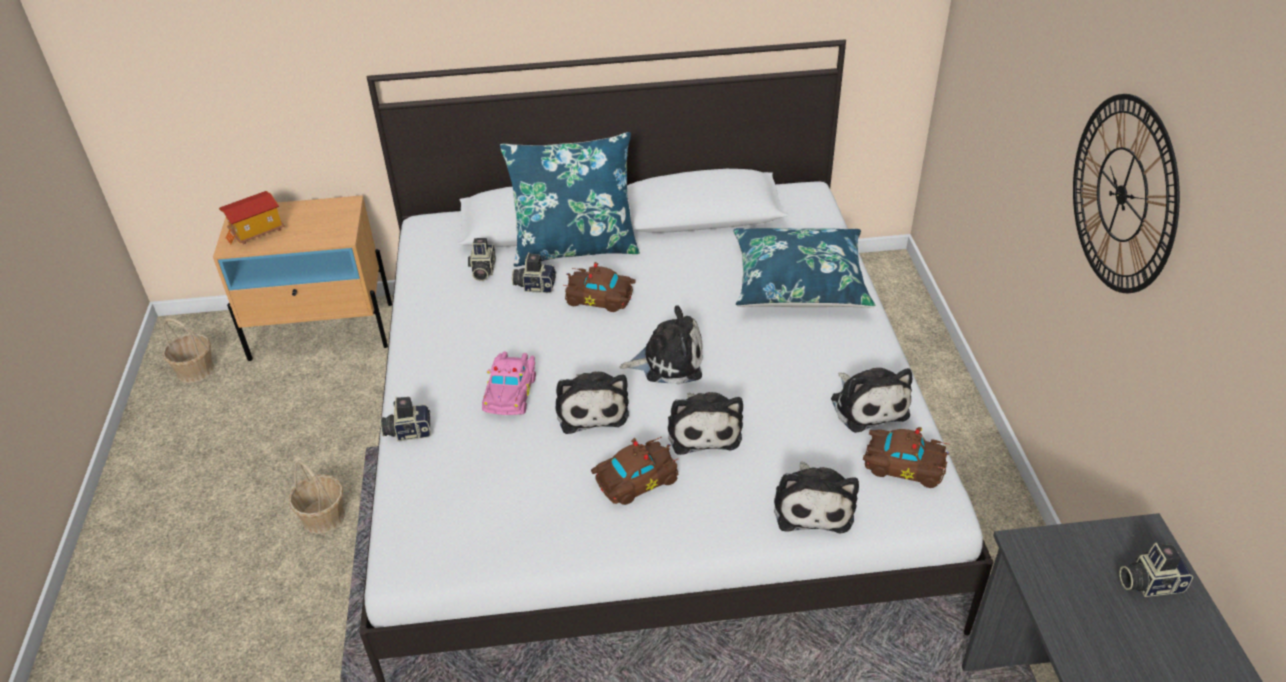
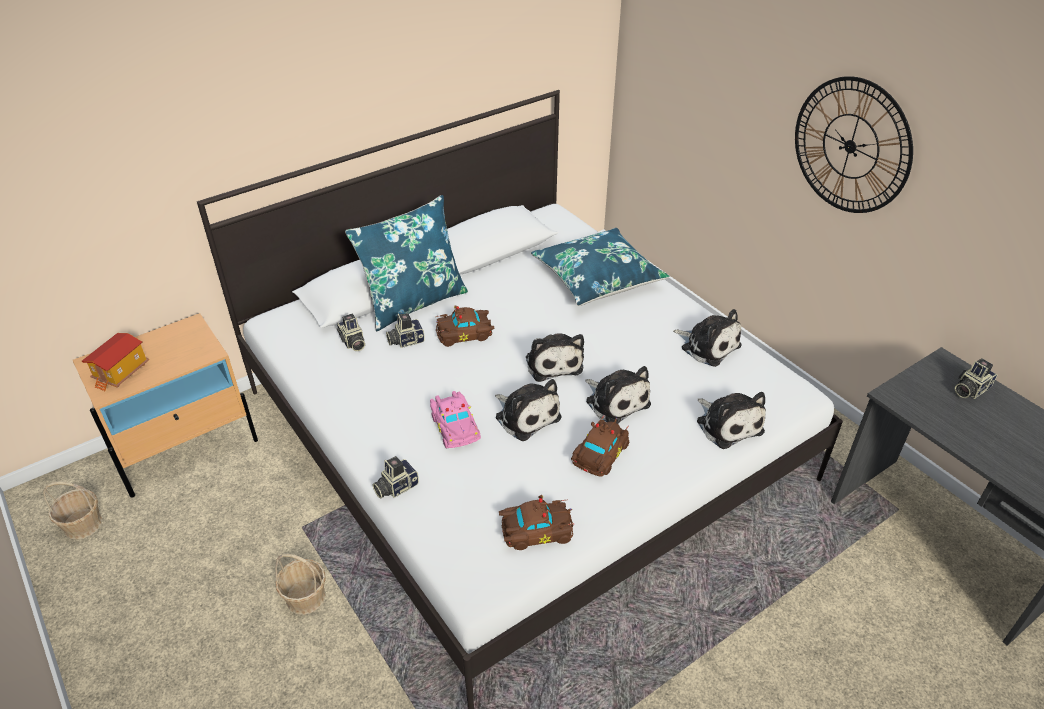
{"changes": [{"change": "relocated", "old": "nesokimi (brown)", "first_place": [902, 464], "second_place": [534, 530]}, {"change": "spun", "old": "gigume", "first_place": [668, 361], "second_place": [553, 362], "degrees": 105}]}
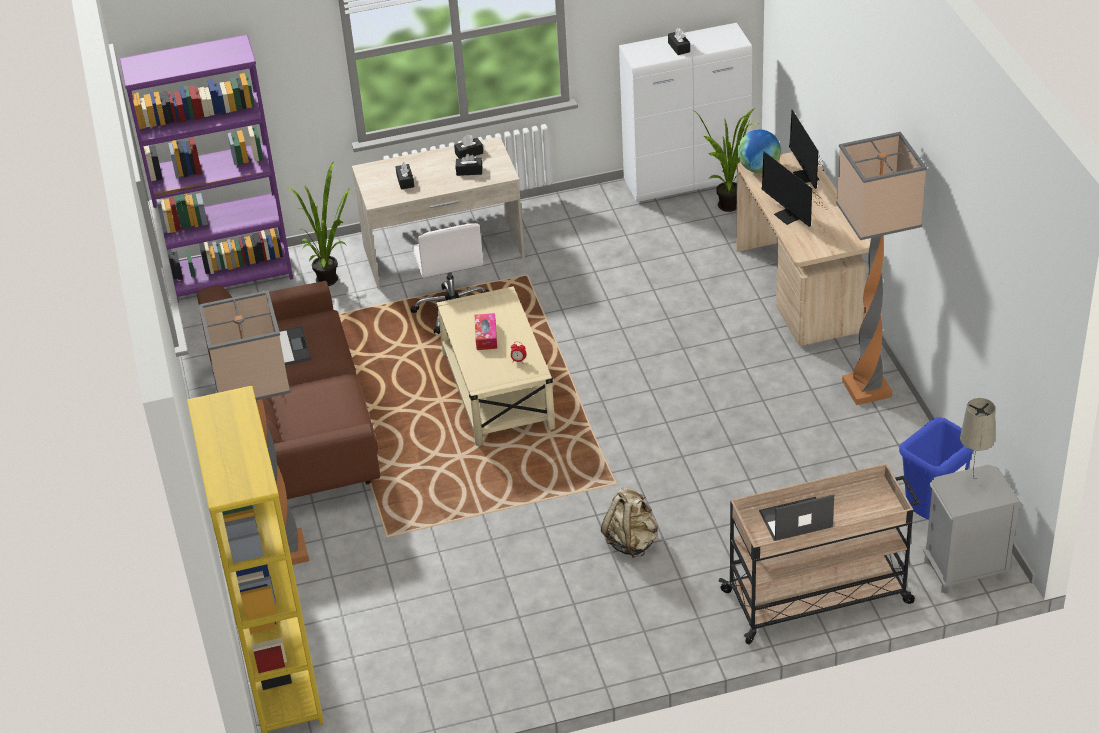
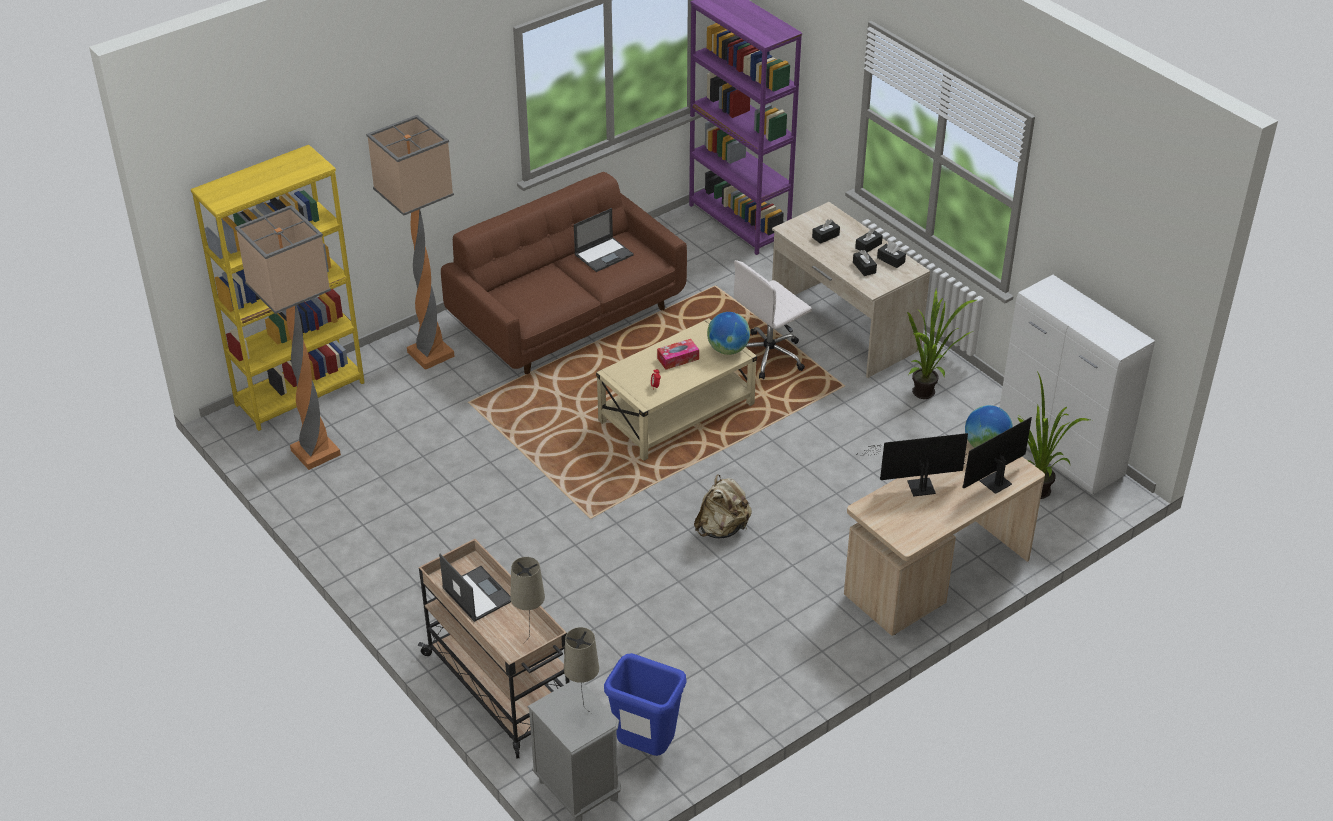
{"changes": [{"change": "appeared", "new": "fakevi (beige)", "second_place": [530, 639]}, {"change": "appeared", "new": "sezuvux", "second_place": [727, 349]}, {"change": "relocated", "old": "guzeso", "first_place": [332, 278], "second_place": [928, 395]}, {"change": "relocated", "old": "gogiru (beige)", "first_place": [632, 541], "second_place": [722, 529]}, {"change": "relocated", "old": "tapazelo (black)", "first_place": [679, 47], "second_place": [868, 246]}, {"change": "relocated", "old": "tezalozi", "first_place": [868, 389], "second_place": [315, 454]}, {"change": "spun", "old": "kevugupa", "first_place": [790, 218], "second_place": [916, 487], "degrees": 45}]}
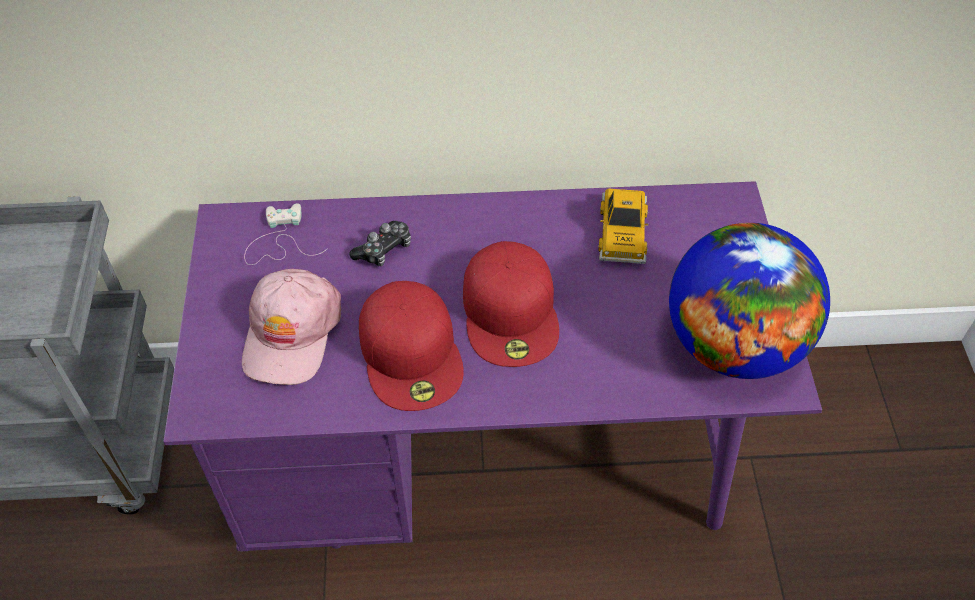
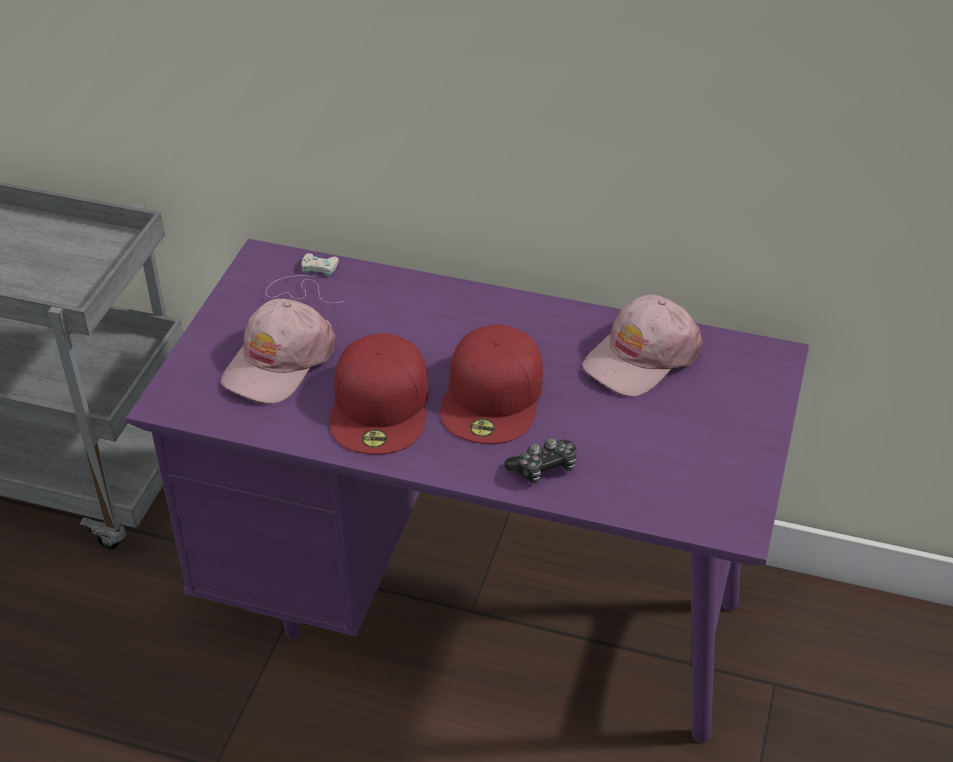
{"changes": [{"change": "missing", "old": "sezuvux", "first_place": [733, 345]}, {"change": "relocated", "old": "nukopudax", "first_place": [384, 249], "second_place": [544, 468]}, {"change": "exchanged", "old": "nesokimi", "new": "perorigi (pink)", "first_place": [622, 233], "second_place": [641, 356]}]}
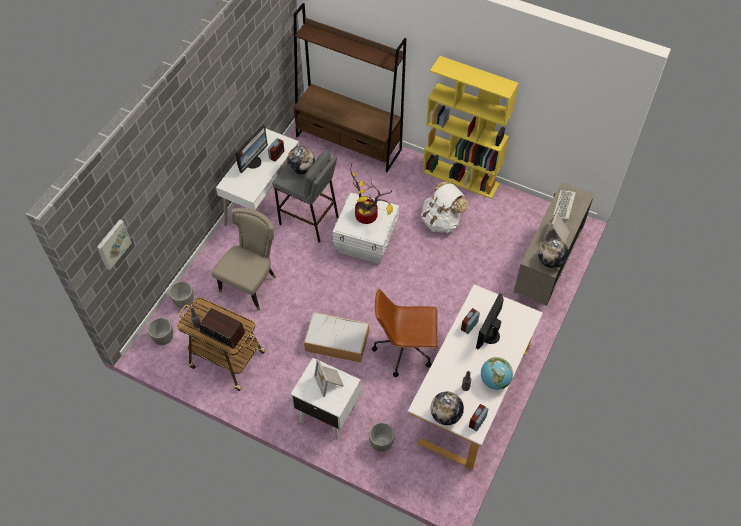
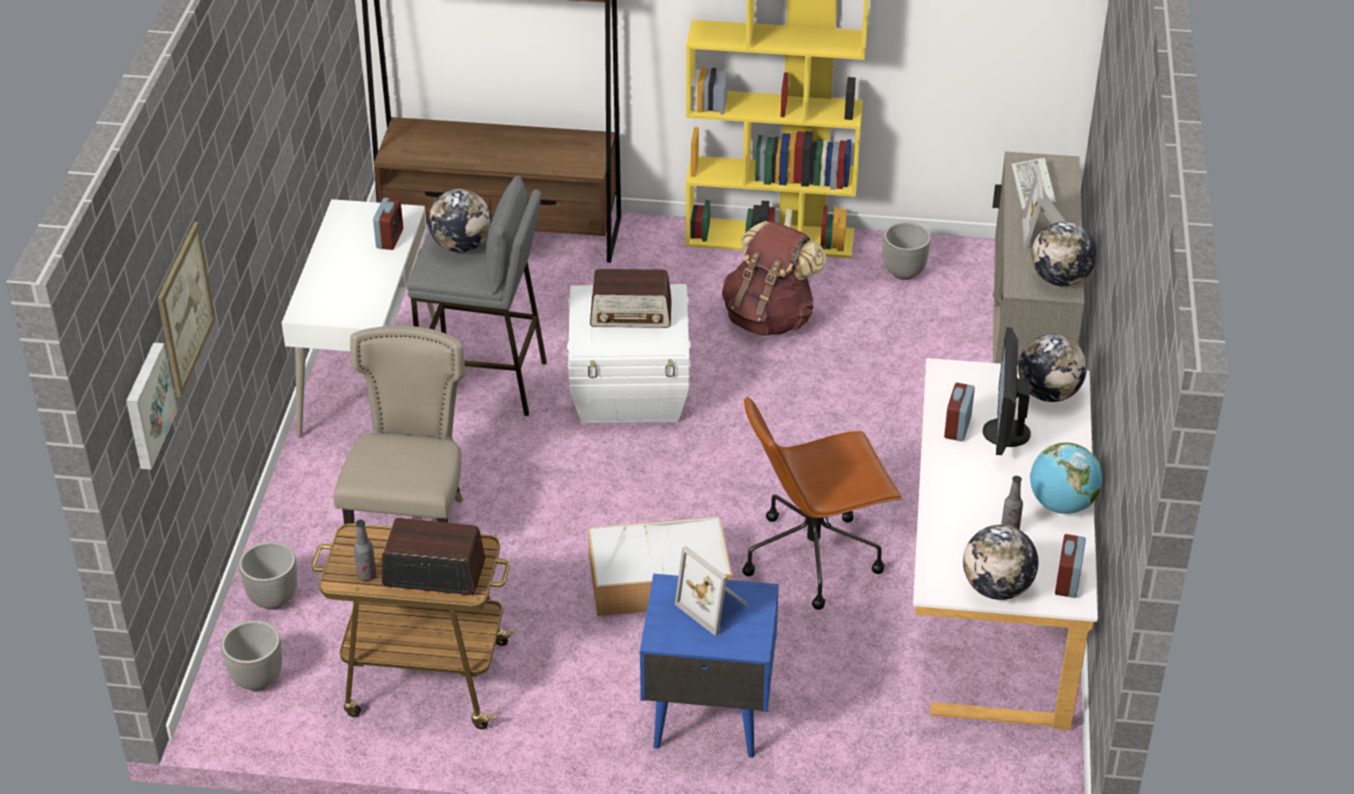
{"changes": [{"change": "missing", "old": "kevugupa", "first_place": [253, 162]}, {"change": "appeared", "new": "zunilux", "second_place": [185, 309]}, {"change": "appeared", "new": "sezuvux", "second_place": [1048, 393]}, {"change": "relocated", "old": "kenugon", "first_place": [381, 443], "second_place": [903, 272]}, {"change": "exchanged", "old": "guzeso", "new": "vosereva", "first_place": [368, 215], "second_place": [631, 314]}, {"change": "colour", "old": "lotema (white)", "new": "lotema (blue)", "first_place": [327, 413], "second_place": [706, 716]}, {"change": "colour", "old": "gogiru (white)", "new": "gogiru (brown)", "first_place": [441, 221], "second_place": [770, 318]}]}
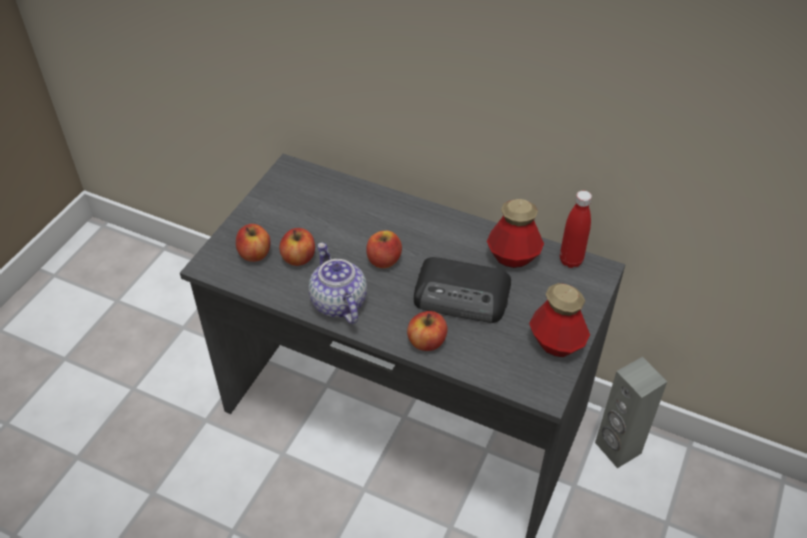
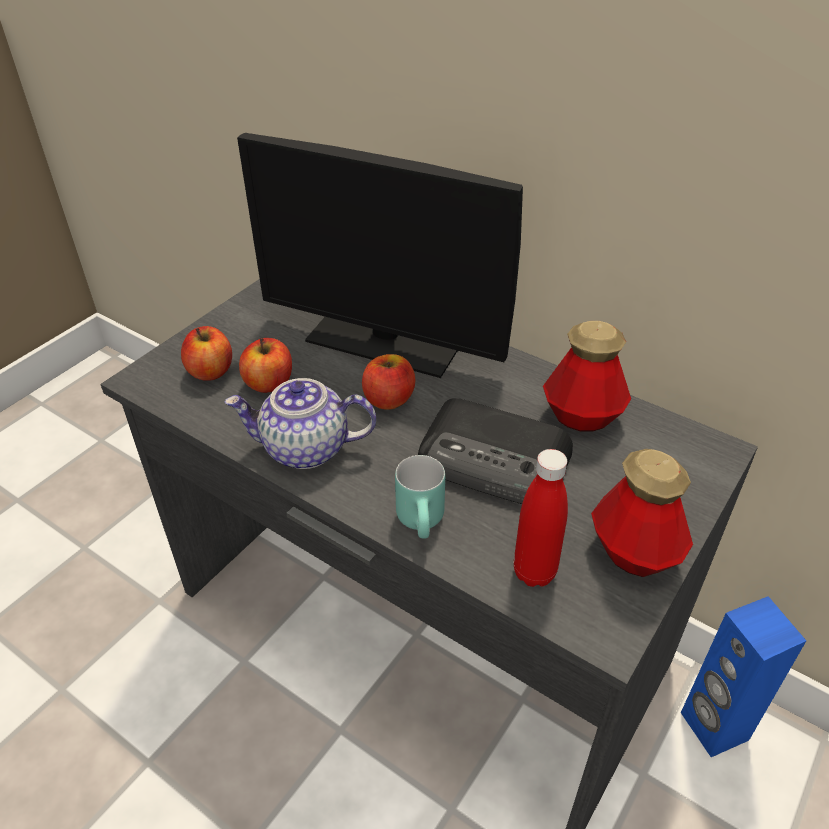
{"changes": [{"change": "appeared", "new": "kevugupa", "second_place": [385, 340]}, {"change": "relocated", "old": "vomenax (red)", "first_place": [570, 260], "second_place": [534, 572]}, {"change": "exchanged", "old": "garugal", "new": "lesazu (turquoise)", "first_place": [427, 342], "second_place": [424, 523]}, {"change": "colour", "old": "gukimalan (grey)", "new": "gukimalan (blue)", "first_place": [617, 448], "second_place": [713, 726]}, {"change": "spun", "old": "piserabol", "first_place": [337, 302], "second_place": [305, 449], "degrees": -75}]}
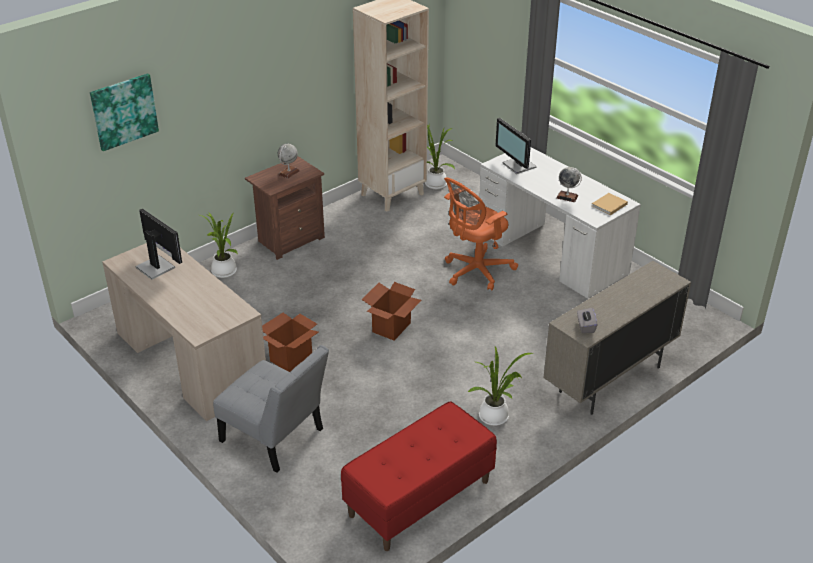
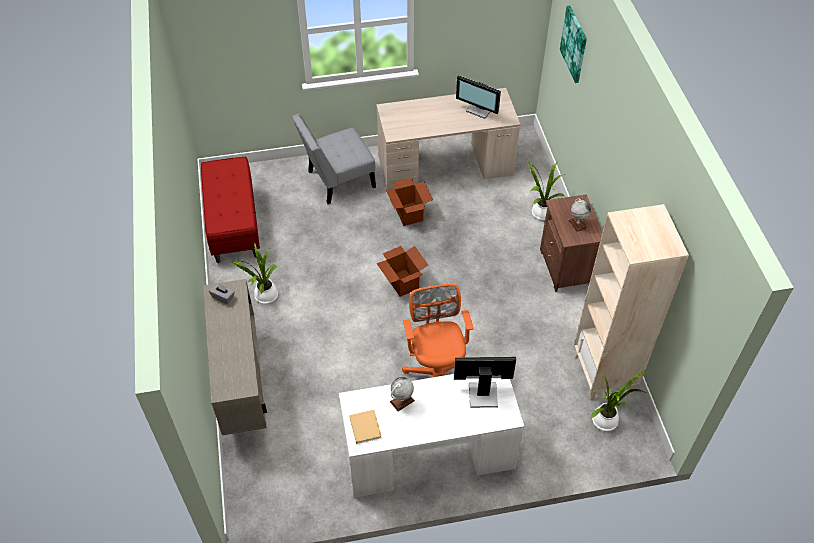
{"changes": [{"change": "spun", "old": "kevugupa", "first_place": [156, 266], "second_place": [480, 110], "degrees": 45}]}
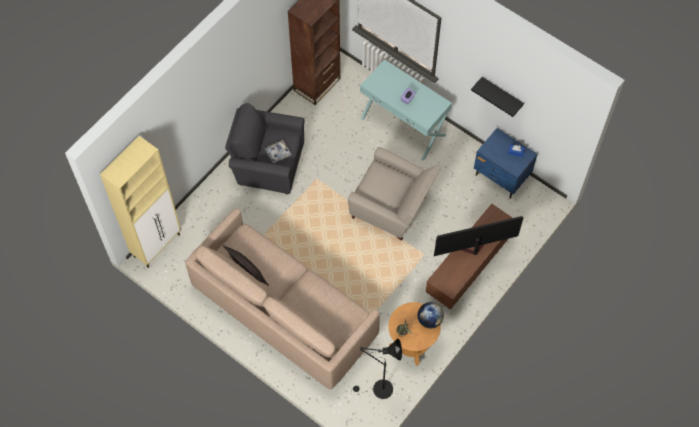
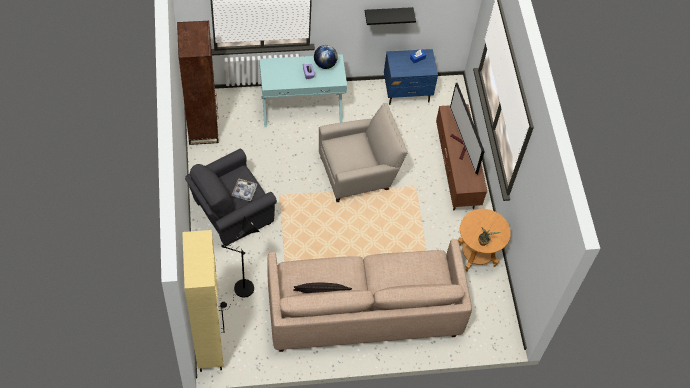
{"changes": [{"change": "relocated", "old": "tezalozi (black)", "first_place": [378, 390], "second_place": [241, 291]}, {"change": "relocated", "old": "sezuvux", "first_place": [429, 320], "second_place": [325, 64]}, {"change": "spun", "old": "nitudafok", "first_place": [472, 249], "second_place": [462, 146], "degrees": -45}]}
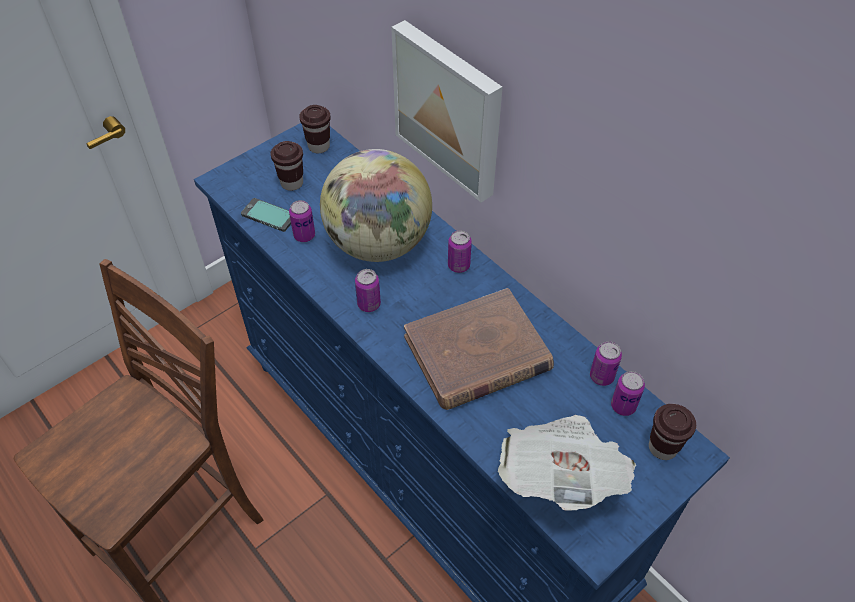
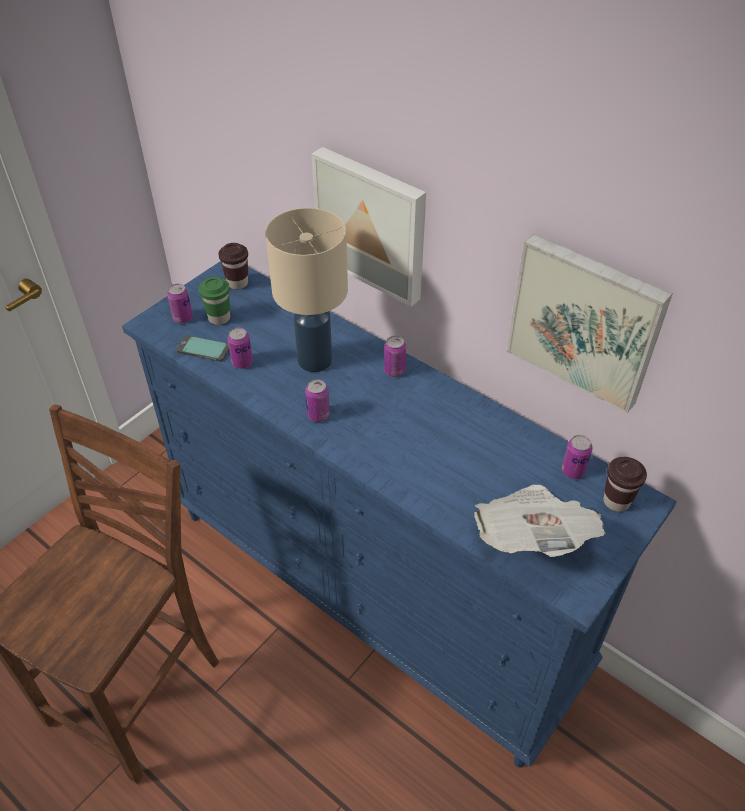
{"changes": [{"change": "missing", "old": "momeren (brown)", "first_place": [477, 354]}, {"change": "appeared", "new": "zunilux", "second_place": [586, 320]}, {"change": "relocated", "old": "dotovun", "first_place": [601, 376], "second_place": [183, 318]}, {"change": "exchanged", "old": "sezuvux", "new": "fakevi (beige)", "first_place": [378, 243], "second_place": [314, 361]}, {"change": "colour", "old": "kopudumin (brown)", "new": "kopudumin (green)", "first_place": [292, 183], "second_place": [219, 318]}]}
